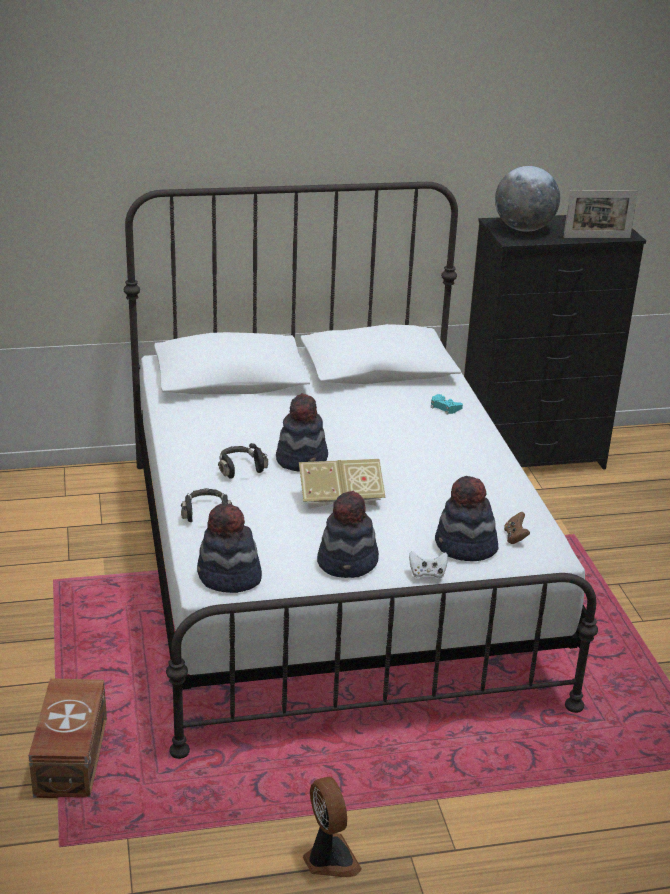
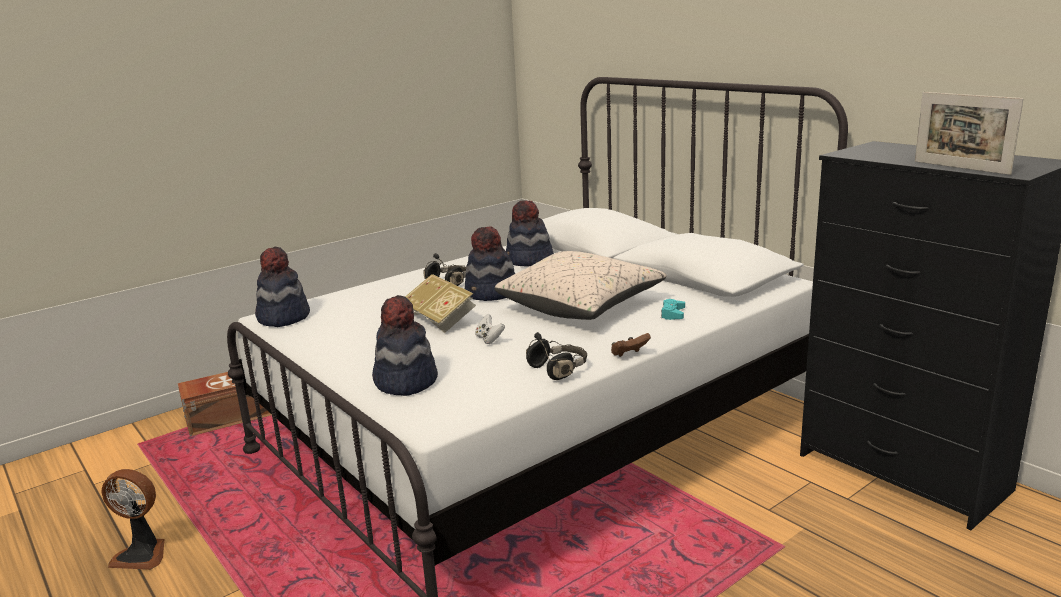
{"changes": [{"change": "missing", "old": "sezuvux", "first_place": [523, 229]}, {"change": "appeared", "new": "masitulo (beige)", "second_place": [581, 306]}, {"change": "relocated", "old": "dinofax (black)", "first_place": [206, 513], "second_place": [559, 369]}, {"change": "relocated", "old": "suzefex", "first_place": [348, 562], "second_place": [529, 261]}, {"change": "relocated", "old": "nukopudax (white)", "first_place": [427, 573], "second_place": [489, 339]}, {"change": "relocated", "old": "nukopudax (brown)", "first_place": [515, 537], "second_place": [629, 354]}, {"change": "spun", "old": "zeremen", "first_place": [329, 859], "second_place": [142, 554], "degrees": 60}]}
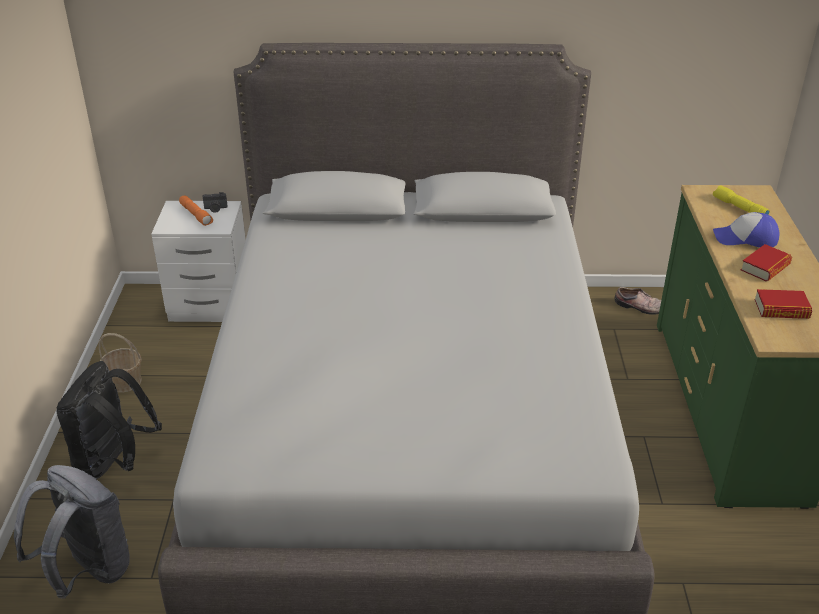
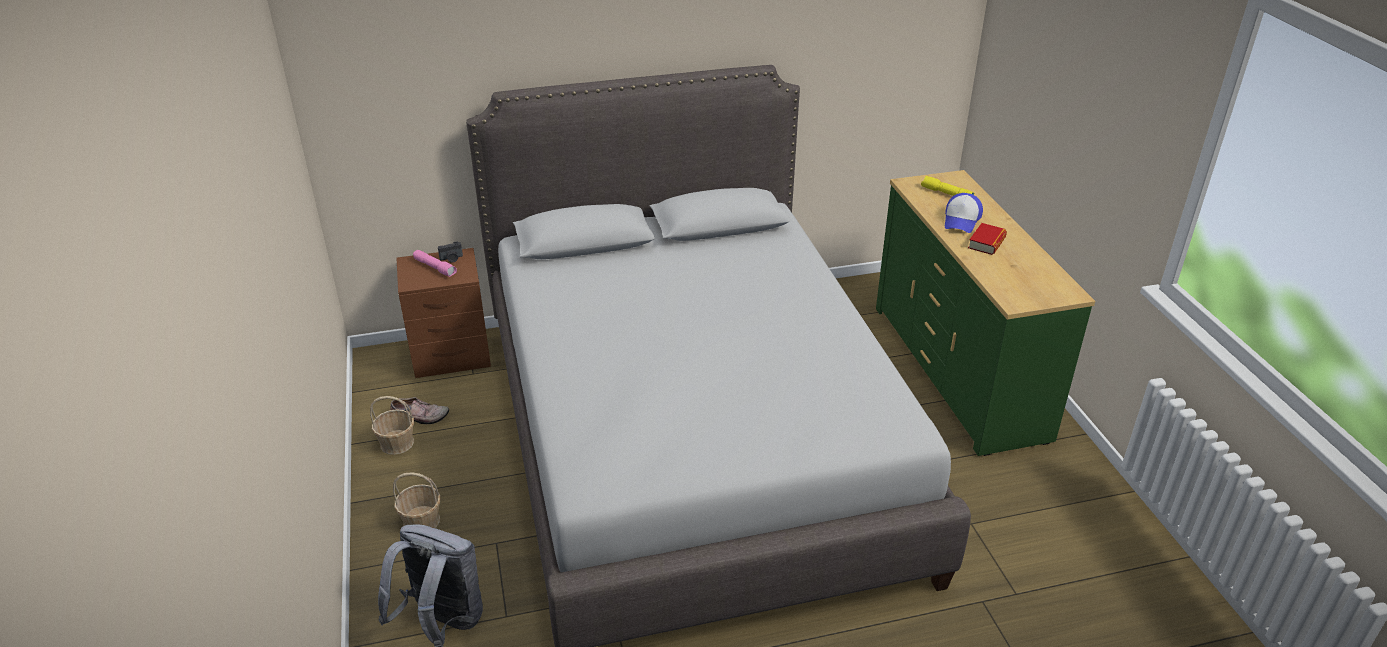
{"changes": [{"change": "missing", "old": "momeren", "first_place": [781, 309]}, {"change": "relocated", "old": "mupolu", "first_place": [640, 307], "second_place": [420, 417]}, {"change": "exchanged", "old": "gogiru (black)", "new": "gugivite", "first_place": [114, 463], "second_place": [422, 521]}, {"change": "colour", "old": "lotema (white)", "new": "lotema (brown)", "first_place": [212, 305], "second_place": [453, 355]}, {"change": "colour", "old": "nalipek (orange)", "new": "nalipek (pink)", "first_place": [196, 215], "second_place": [435, 267]}, {"change": "spun", "old": "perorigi", "first_place": [745, 239], "second_place": [961, 220], "degrees": -60}]}
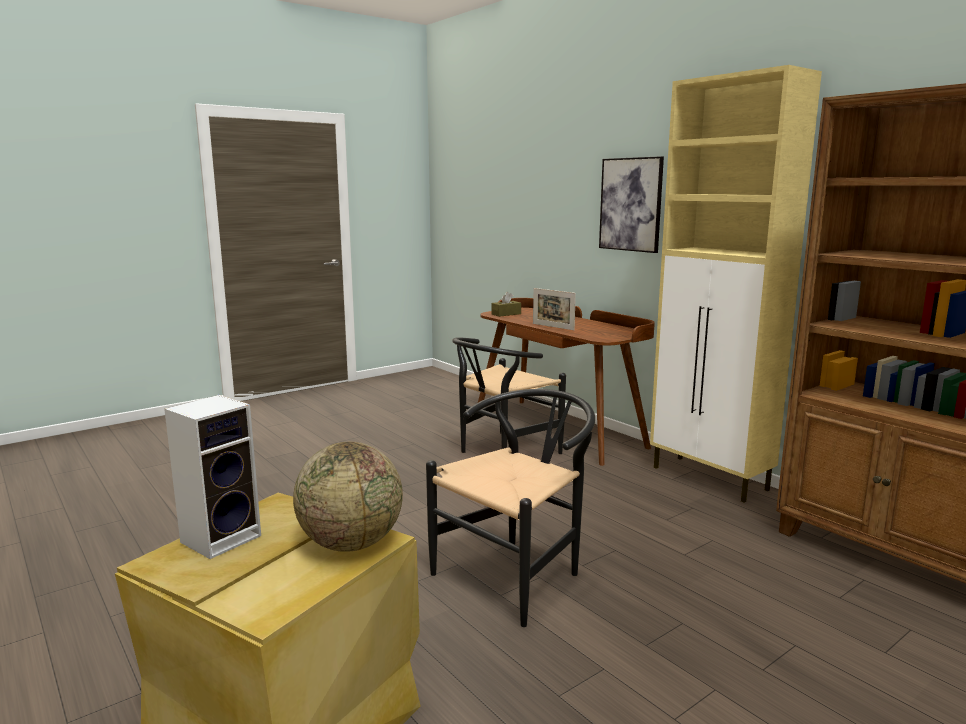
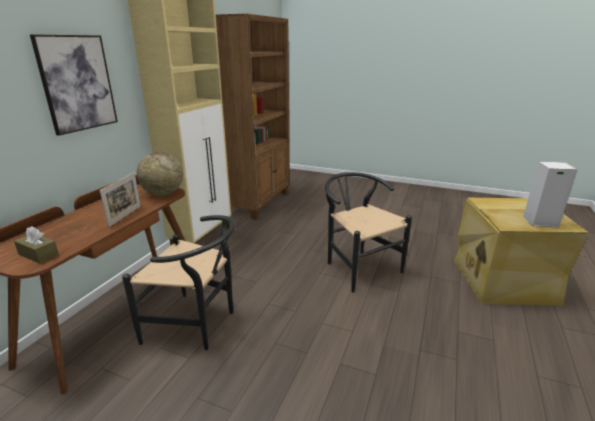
{"changes": [{"change": "relocated", "old": "sezuvux", "first_place": [351, 544], "second_place": [163, 194]}, {"change": "spun", "old": "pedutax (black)", "first_place": [517, 573], "second_place": [357, 266], "degrees": 45}]}
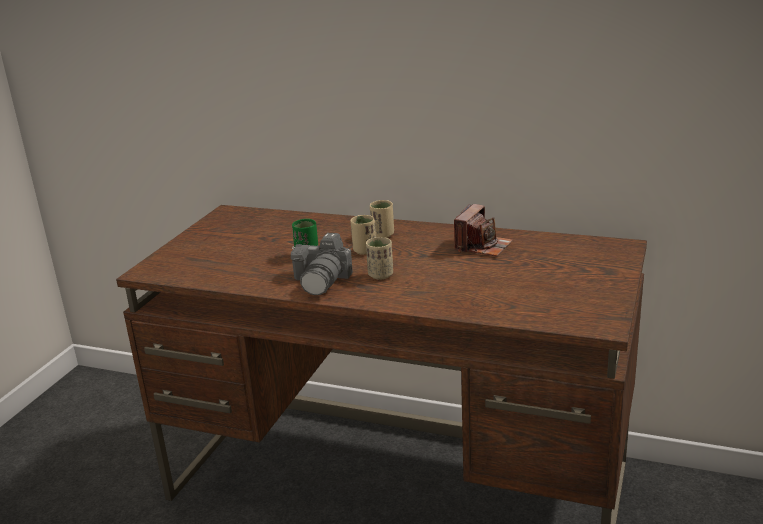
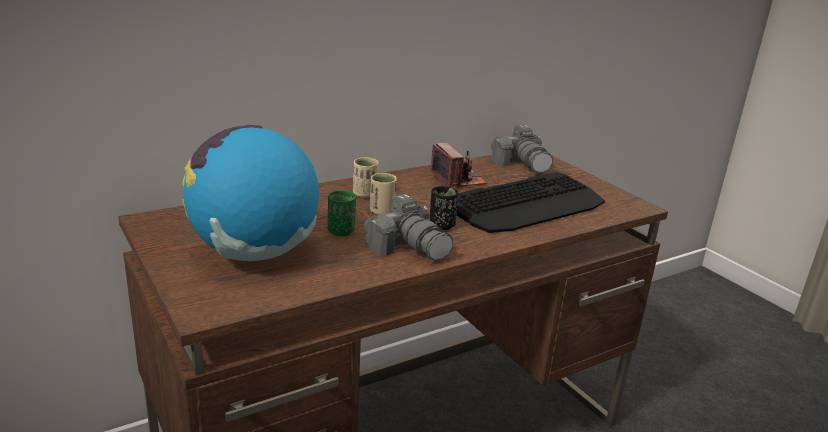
{"changes": [{"change": "appeared", "new": "sezuvux", "second_place": [254, 253]}, {"change": "appeared", "new": "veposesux", "second_place": [527, 204]}, {"change": "appeared", "new": "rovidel", "second_place": [522, 164]}, {"change": "colour", "old": "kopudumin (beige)", "new": "kopudumin (black)", "first_place": [380, 275], "second_place": [442, 225]}]}
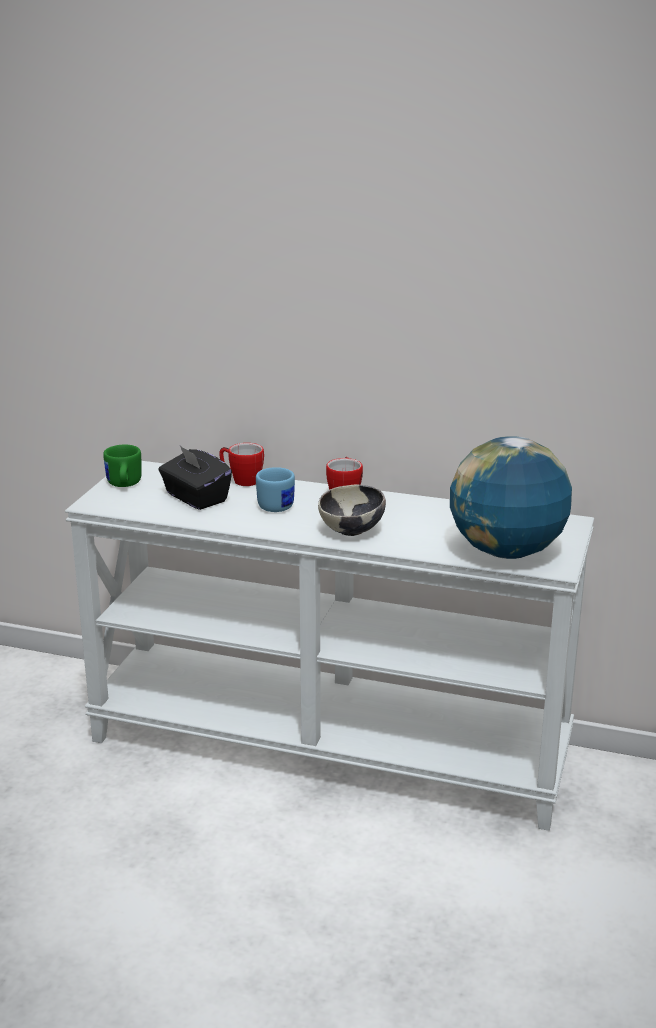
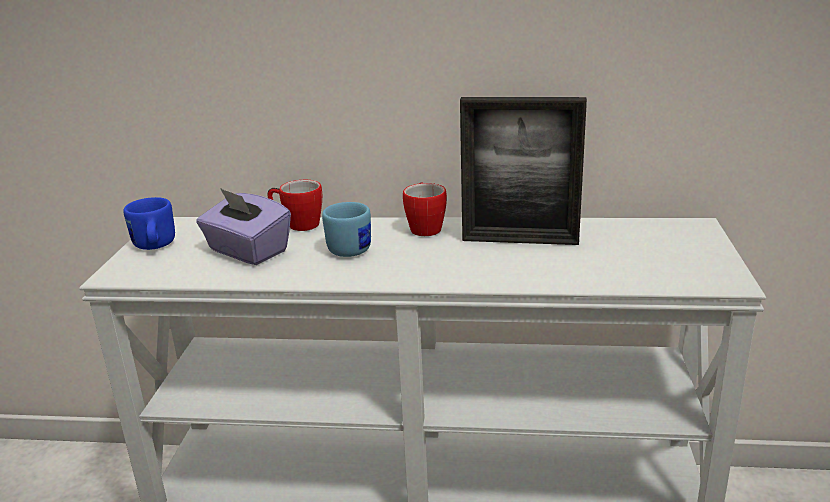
{"changes": [{"change": "missing", "old": "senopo", "first_place": [352, 531]}, {"change": "missing", "old": "sezuvux", "first_place": [506, 552]}, {"change": "appeared", "new": "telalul", "second_place": [520, 240]}, {"change": "colour", "old": "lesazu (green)", "new": "lesazu (blue)", "first_place": [123, 485], "second_place": [154, 247]}, {"change": "colour", "old": "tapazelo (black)", "new": "tapazelo (purple)", "first_place": [195, 498], "second_place": [247, 251]}]}
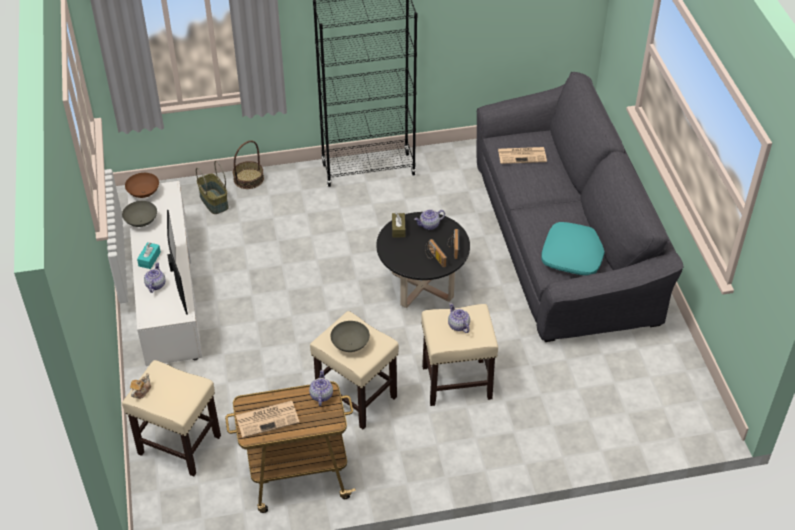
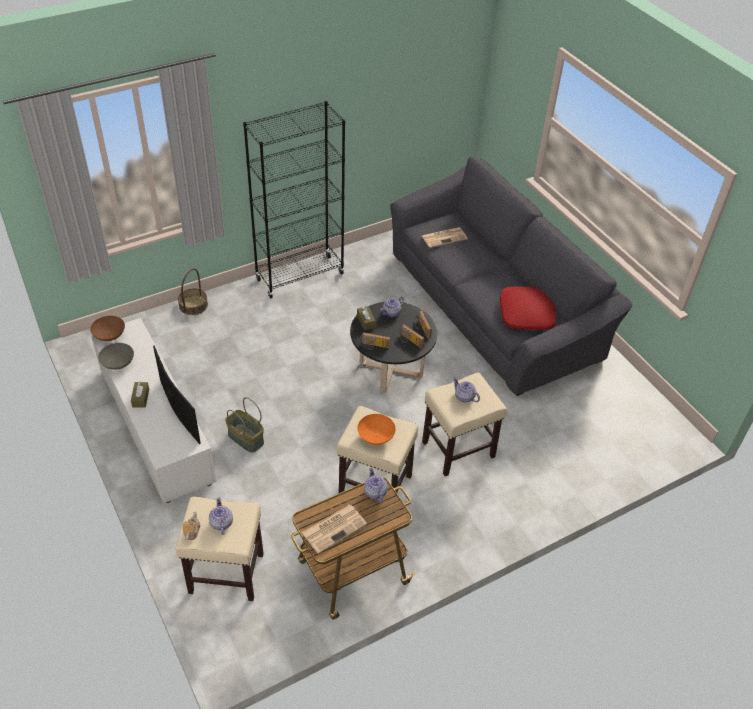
{"changes": [{"change": "appeared", "new": "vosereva", "second_place": [374, 346]}, {"change": "relocated", "old": "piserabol", "first_place": [155, 284], "second_place": [221, 523]}, {"change": "relocated", "old": "gugivite", "first_place": [213, 202], "second_place": [245, 438]}, {"change": "colour", "old": "tapazelo (turquoise)", "new": "tapazelo (brown)", "first_place": [149, 259], "second_place": [141, 398]}, {"change": "colour", "old": "senopo (grey)", "new": "senopo (orange)", "first_place": [351, 345], "second_place": [376, 437]}, {"change": "colour", "old": "masitulo (turquoise)", "new": "masitulo (red)", "first_place": [573, 255], "second_place": [526, 314]}]}
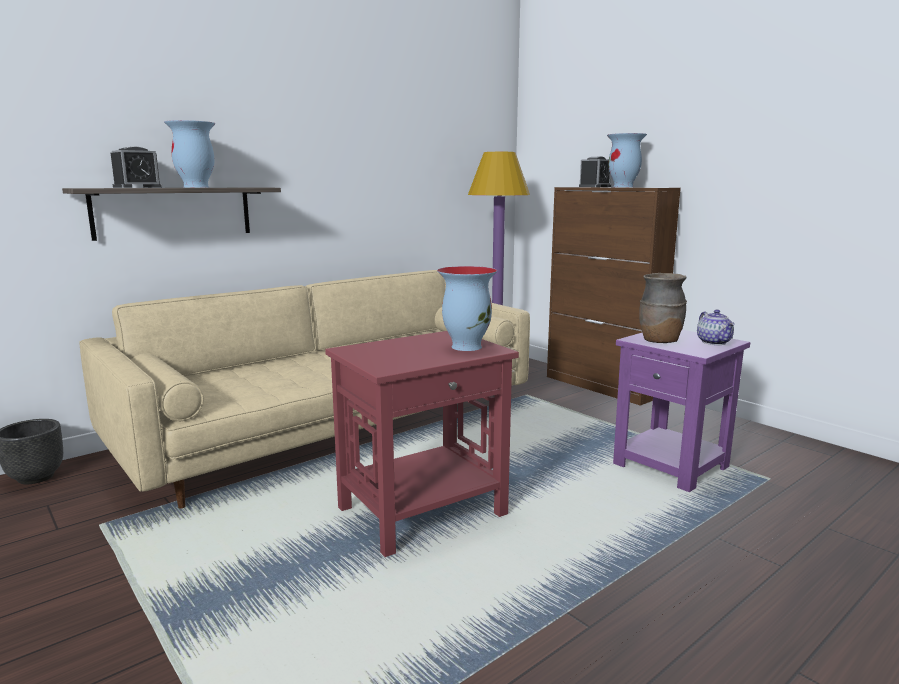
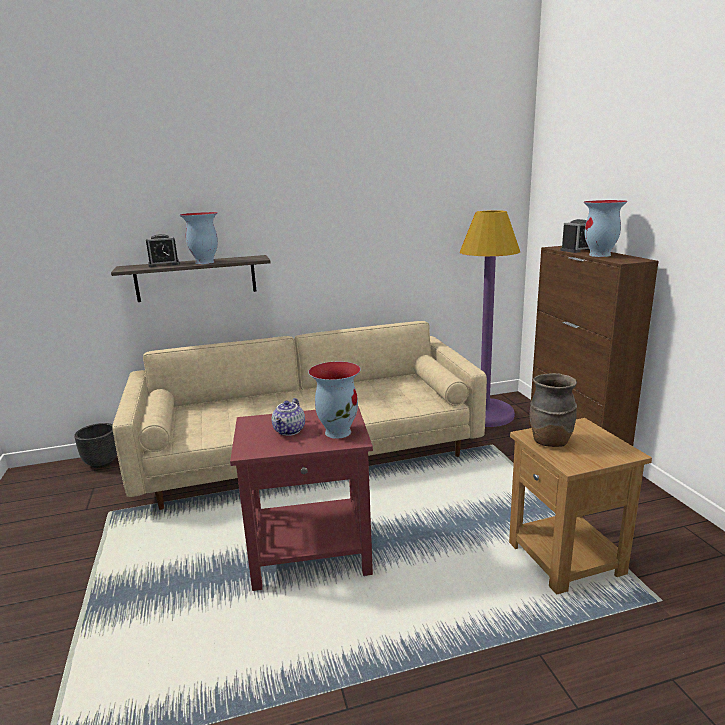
{"changes": [{"change": "relocated", "old": "piserabol", "first_place": [714, 342], "second_place": [290, 431]}, {"change": "colour", "old": "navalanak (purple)", "new": "navalanak (brown)", "first_place": [672, 465], "second_place": [566, 558]}]}
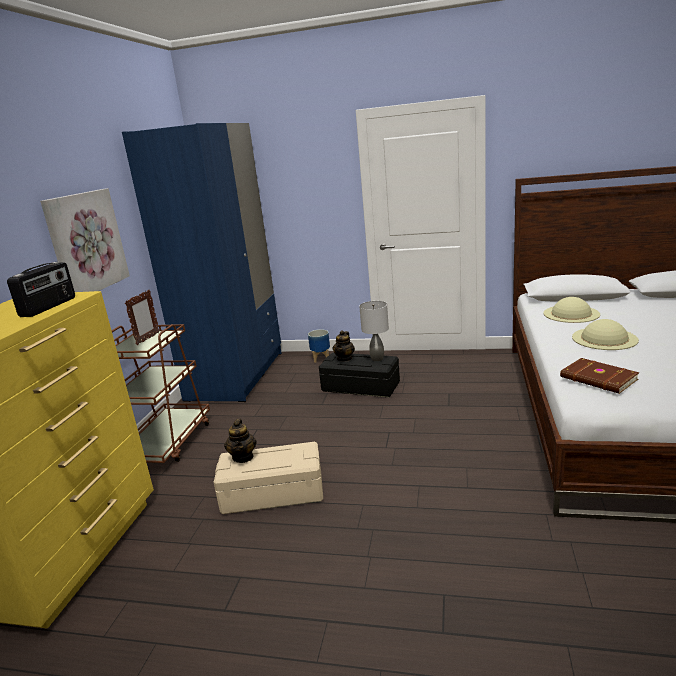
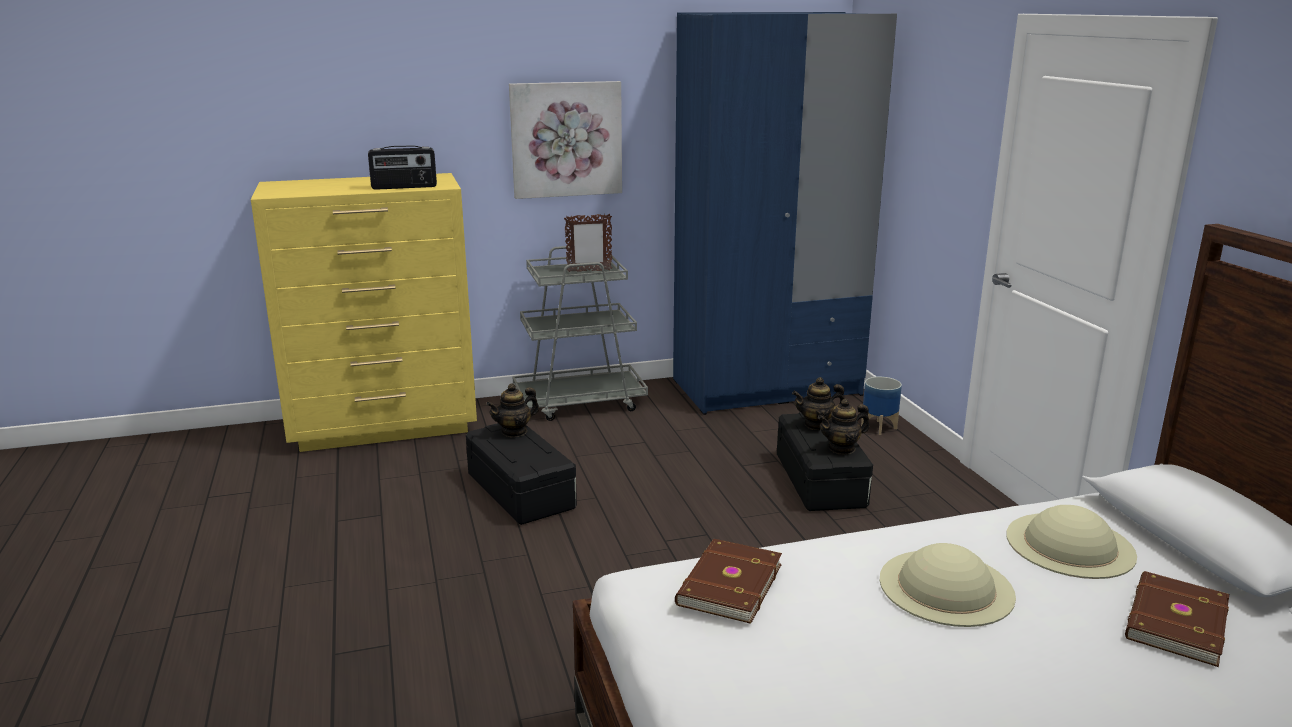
{"changes": [{"change": "appeared", "new": "momeren (brown)", "second_place": [1173, 622]}, {"change": "exchanged", "old": "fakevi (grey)", "new": "piserabol", "first_place": [377, 358], "second_place": [842, 448]}, {"change": "colour", "old": "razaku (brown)", "new": "razaku (grey)", "first_place": [167, 443], "second_place": [580, 402]}, {"change": "colour", "old": "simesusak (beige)", "new": "simesusak (black)", "first_place": [273, 492], "second_place": [522, 491]}]}
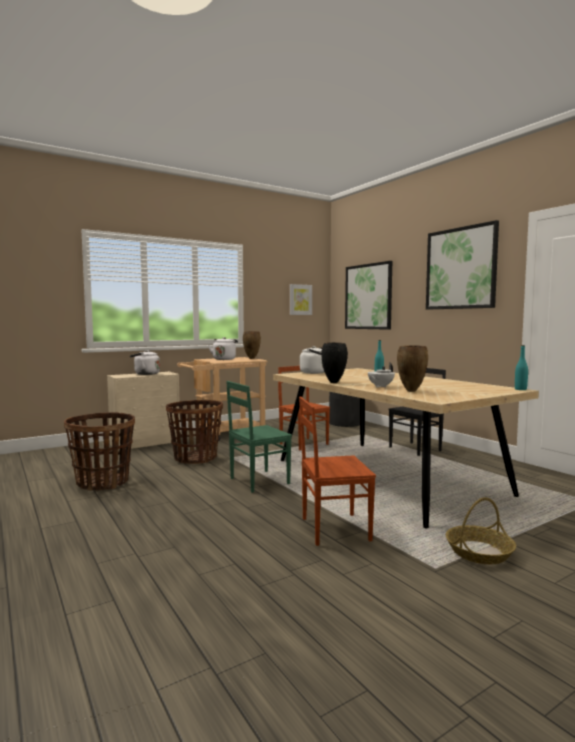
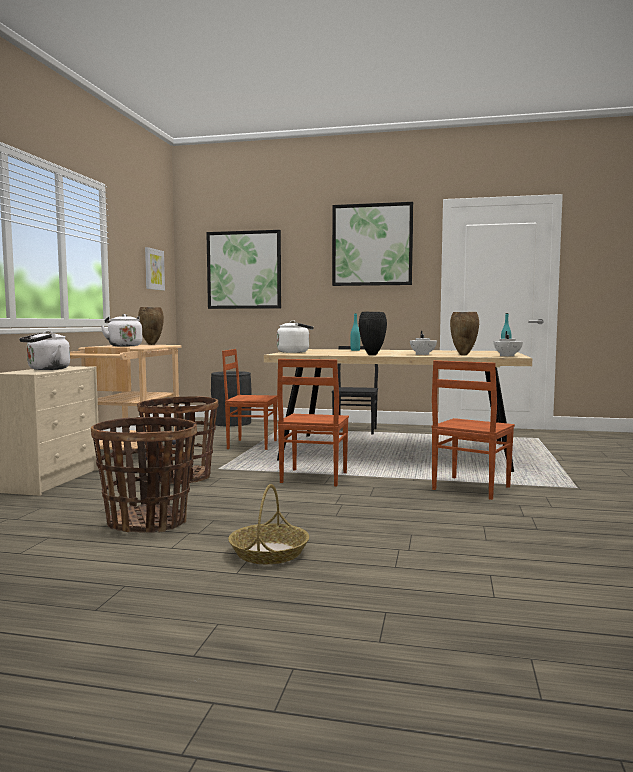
{"changes": [{"change": "appeared", "new": "piserabol (white)", "second_place": [507, 356]}, {"change": "relocated", "old": "gugivite", "first_place": [479, 552], "second_place": [269, 552]}, {"change": "colour", "old": "pedutax (green)", "new": "pedutax (brown)", "first_place": [258, 481], "second_place": [312, 478]}]}
